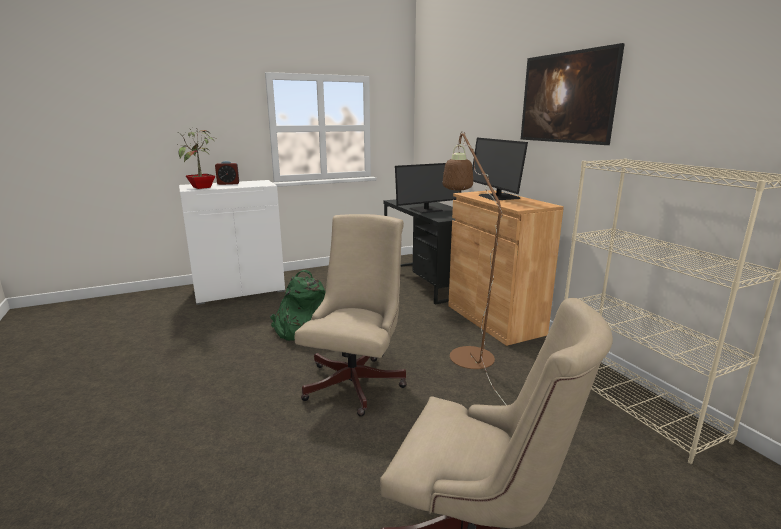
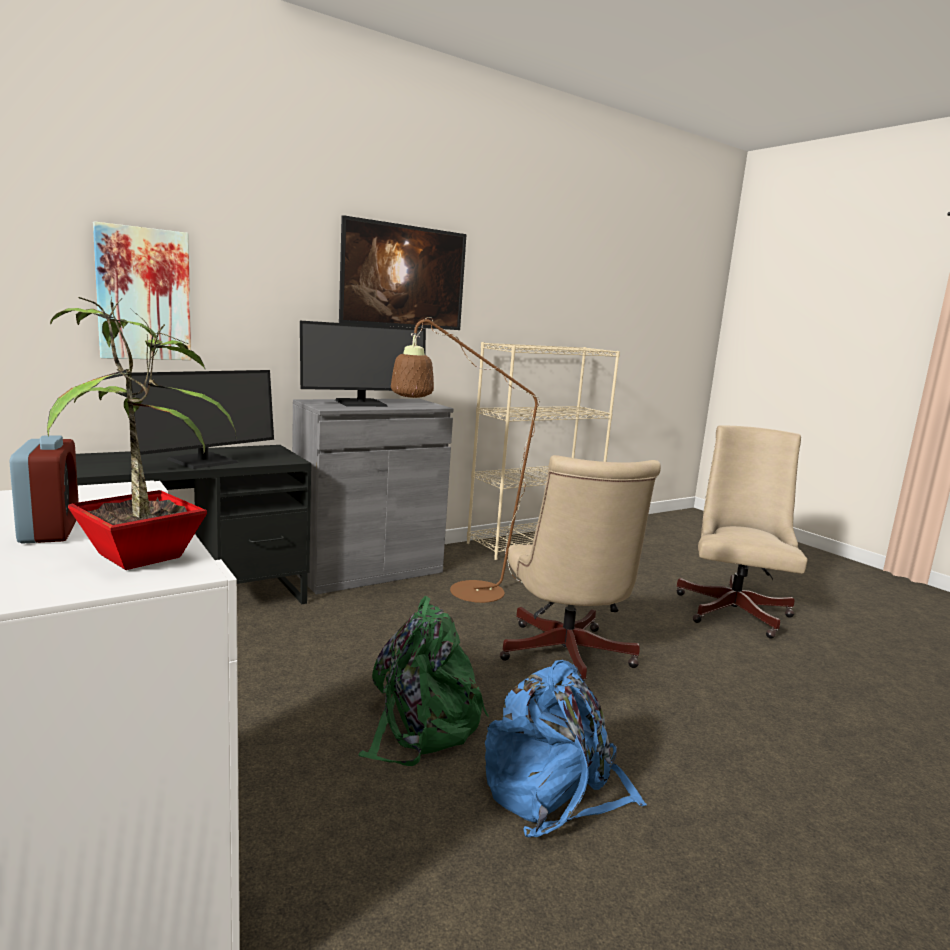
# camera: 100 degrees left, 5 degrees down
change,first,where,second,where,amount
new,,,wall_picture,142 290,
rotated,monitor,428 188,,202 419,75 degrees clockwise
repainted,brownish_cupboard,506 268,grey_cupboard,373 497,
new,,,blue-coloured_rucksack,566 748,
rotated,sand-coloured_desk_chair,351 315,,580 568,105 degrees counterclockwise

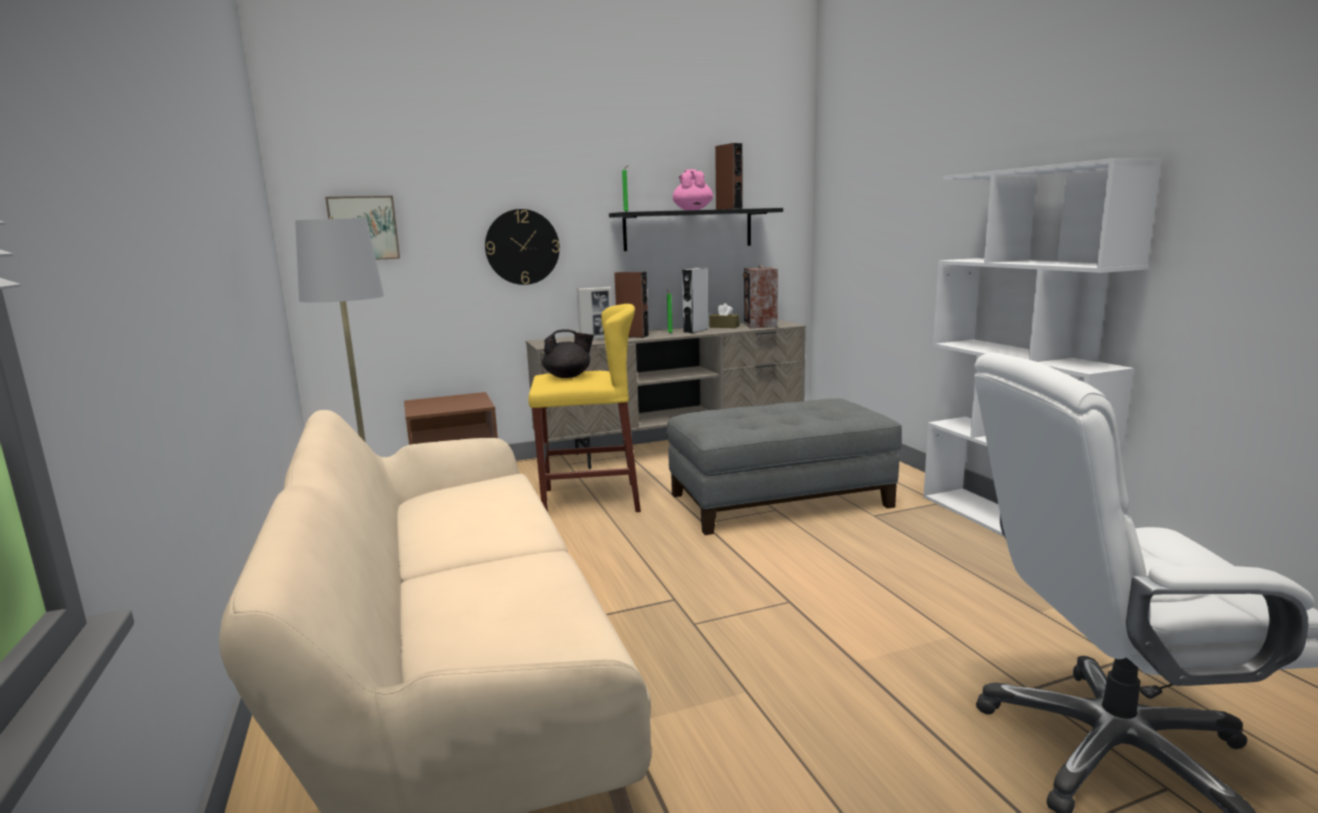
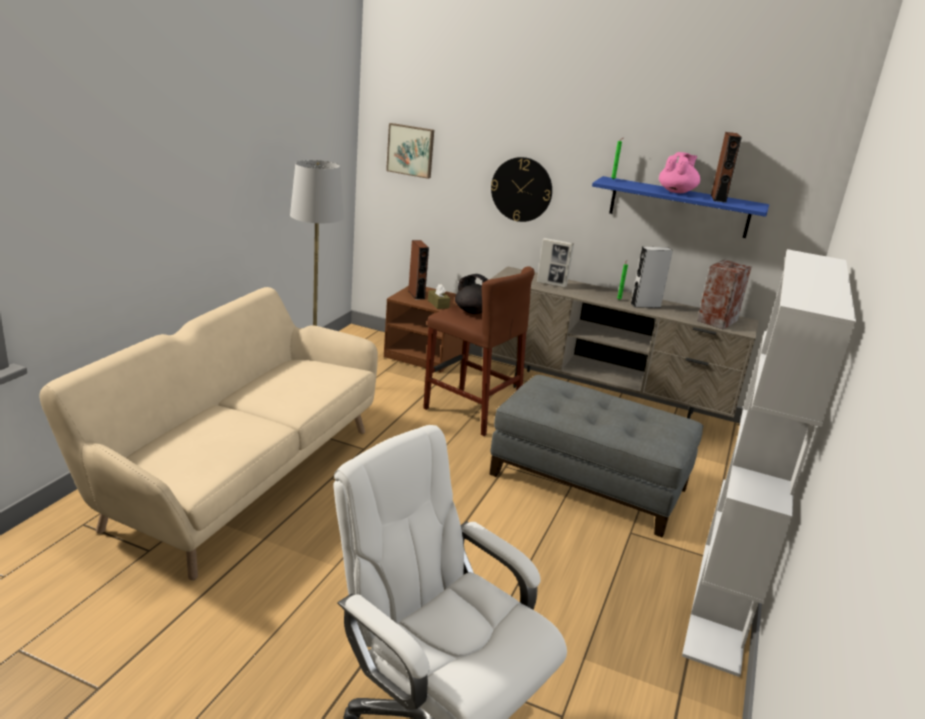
# camera: 40 degrees right, 10 degrees up
change,first,where,second,where,amount
shifted,brownish_loudspeaker,631 305,,418 270,
repainted,yellow-coloured_sitting_stool,584 408,brownish_sitting_stool,479 351,
shifted,brownish_tissue_holder,724 315,,439 296,
repainted,black-coloured_bracket_shelf,696 229,blue-coloured_bracket_shelf,680 207,

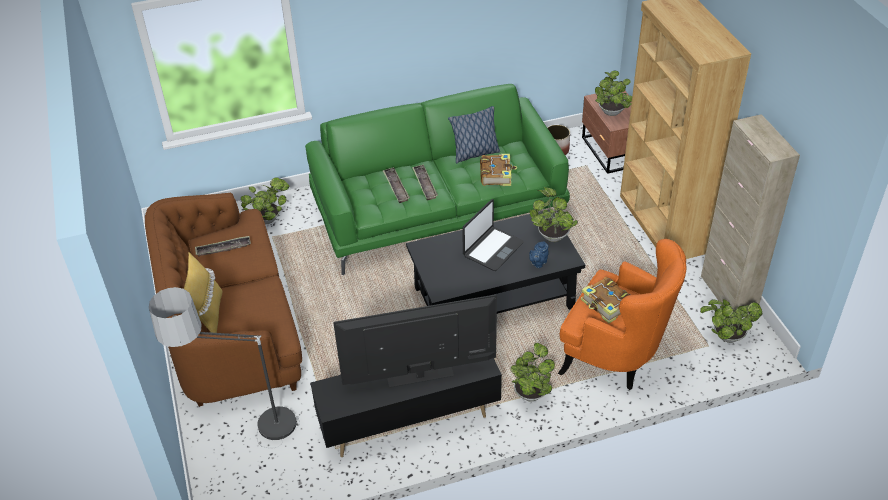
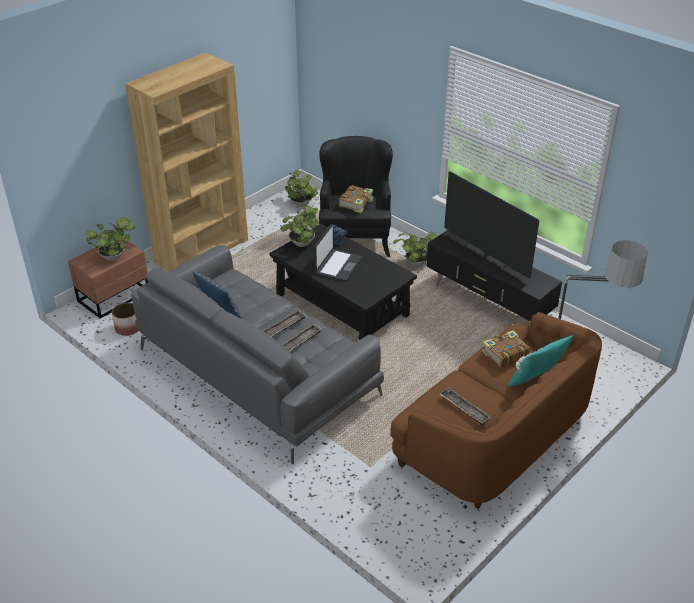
# camera: 120 degrees left, 5 degrees down
change,first,where,second,where,amount
repainted,greenish_settee,437 179,grey_settee,257 354,
rotated,portable_computer,493 235,,338 252,105 degrees clockwise
repainted,orangey_easy_chair,622 314,black-coloured_easy_chair,356 196,
shifted,bound_book,498 170,,506 348,
repainted,yellow-coloured_throw_pillow,203 292,turquoise-coloured_throw_pillow,541 361,
gone,houseplant,265 201,,,
gone,sand-coloured_cupboard,750 214,,,

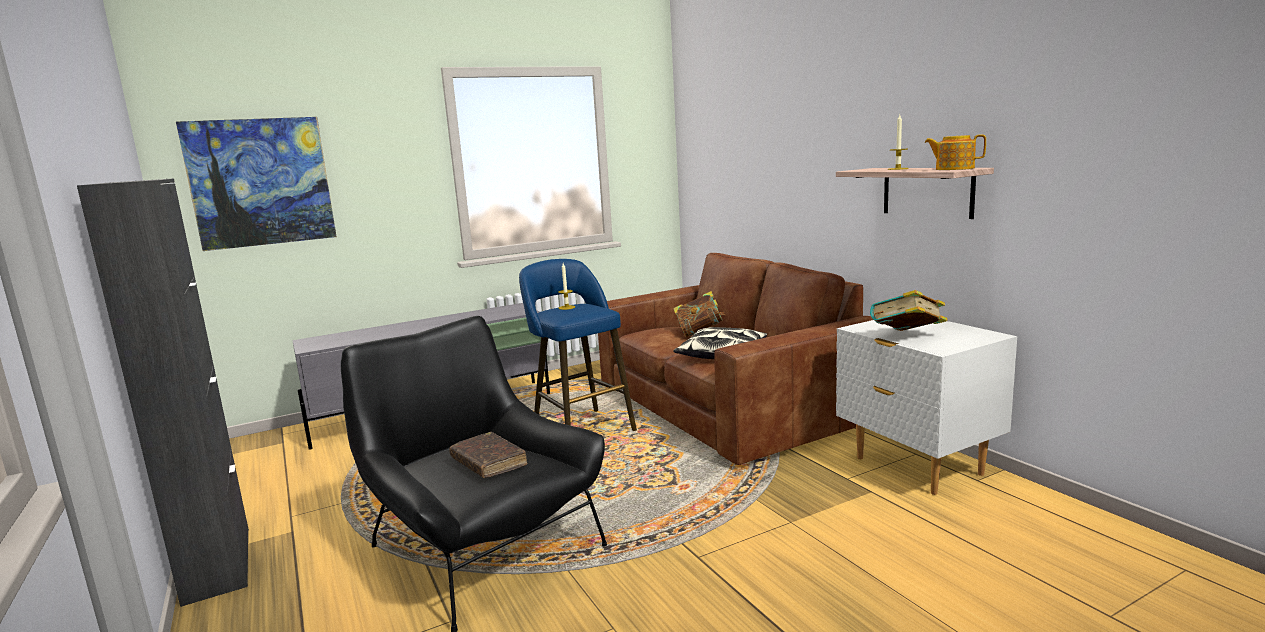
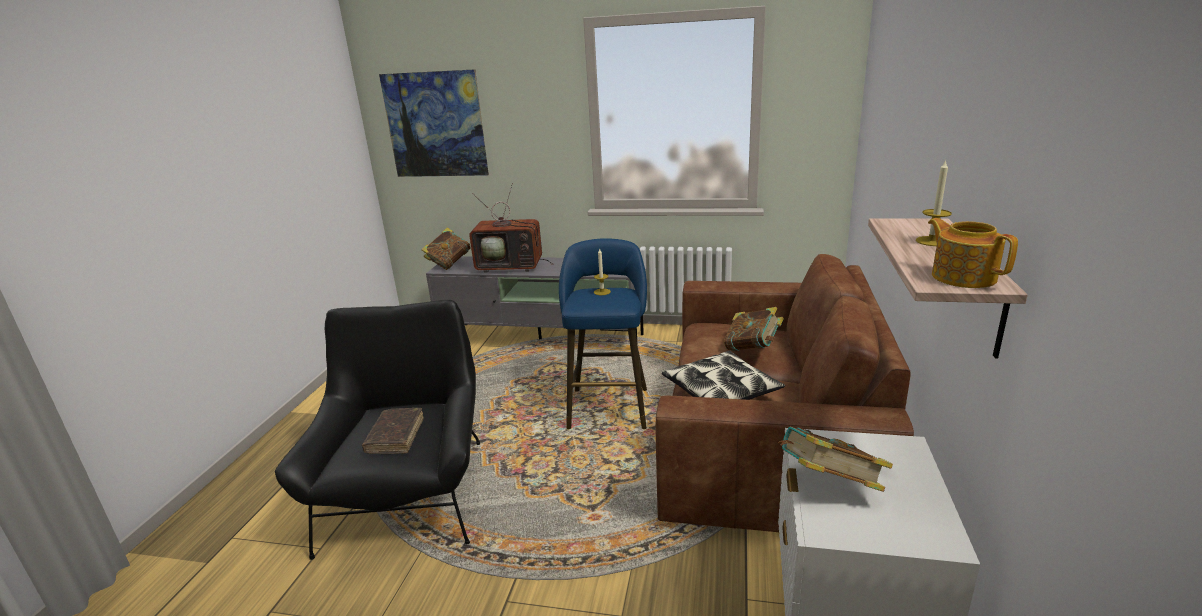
# camera: 40 degrees right, 10 degrees up
change,first,where,second,where,amount
new,,,bound_book,445 248,
new,,,TV,511 228,
gone,black-coloured_cupboard,163 392,,,

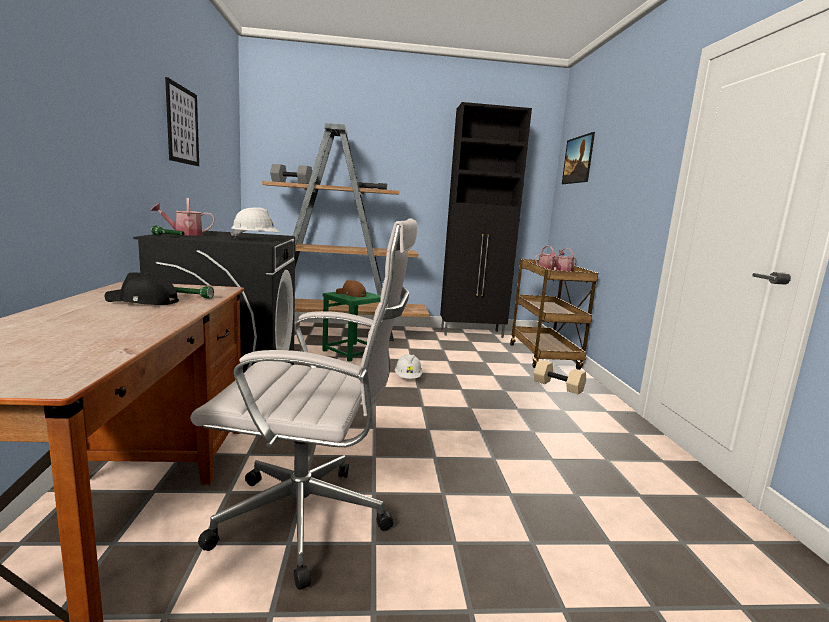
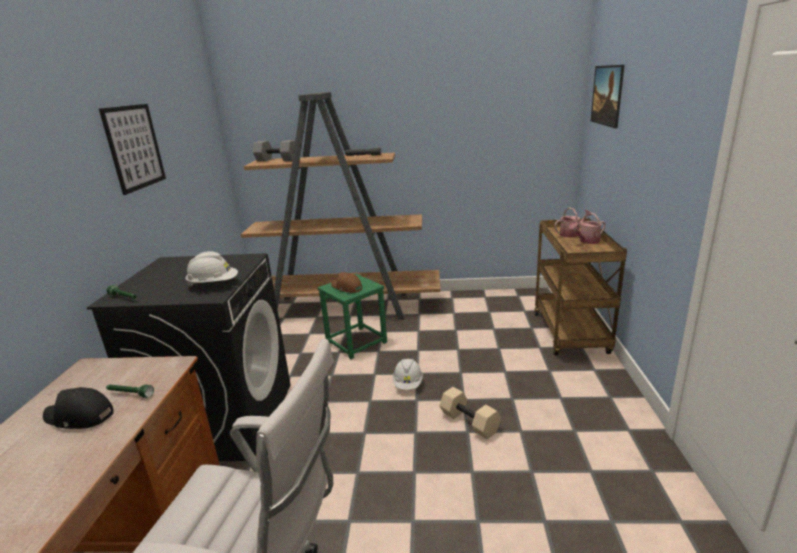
# camera: 10 degrees right, 10 degrees up
change,first,where,second,where,amount
shifted,sand-coloured_free_weight,560 377,,470 413,
gone,watering_pot,182 217,,,
gone,black-coloured_cupboard,486 220,,,

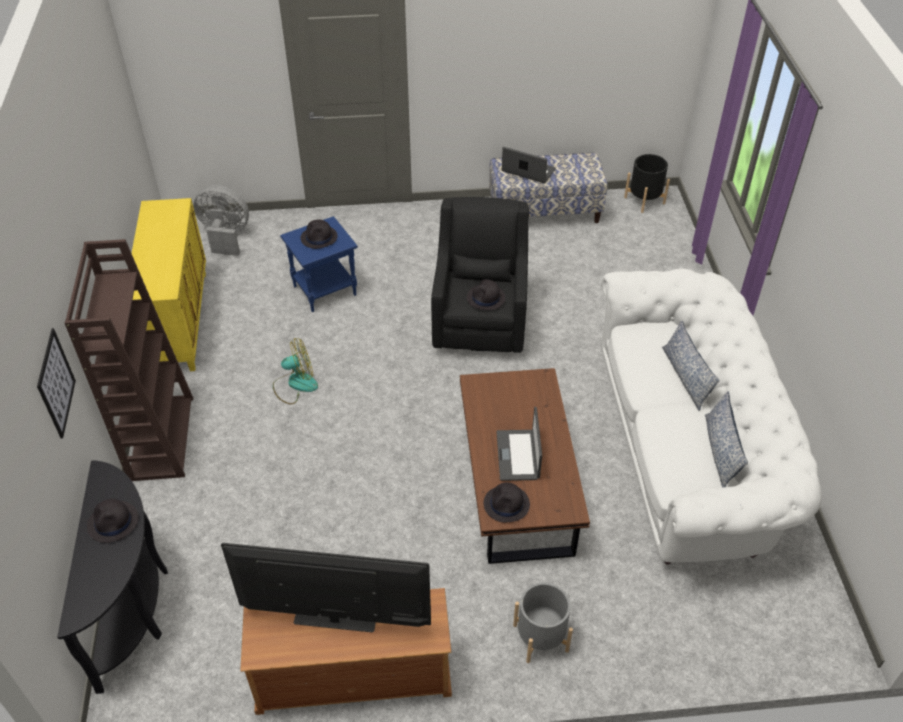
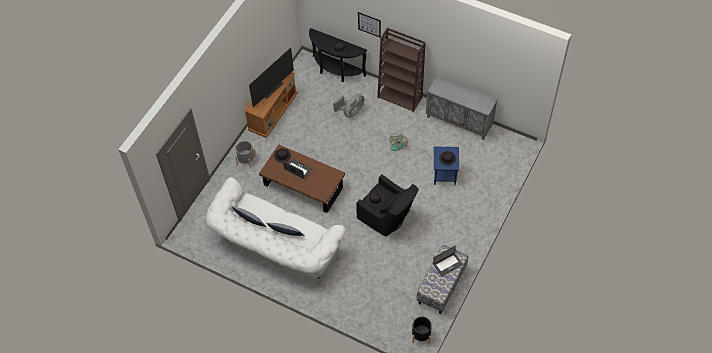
# camera: 125 degrees right, 10 degrees up
change,first,where,second,where,amount
shifted,grey_cooling_fan,221 220,,348 106,
repainted,yellow-coloured_cupboard,168 284,grey_cupboard,461 108,

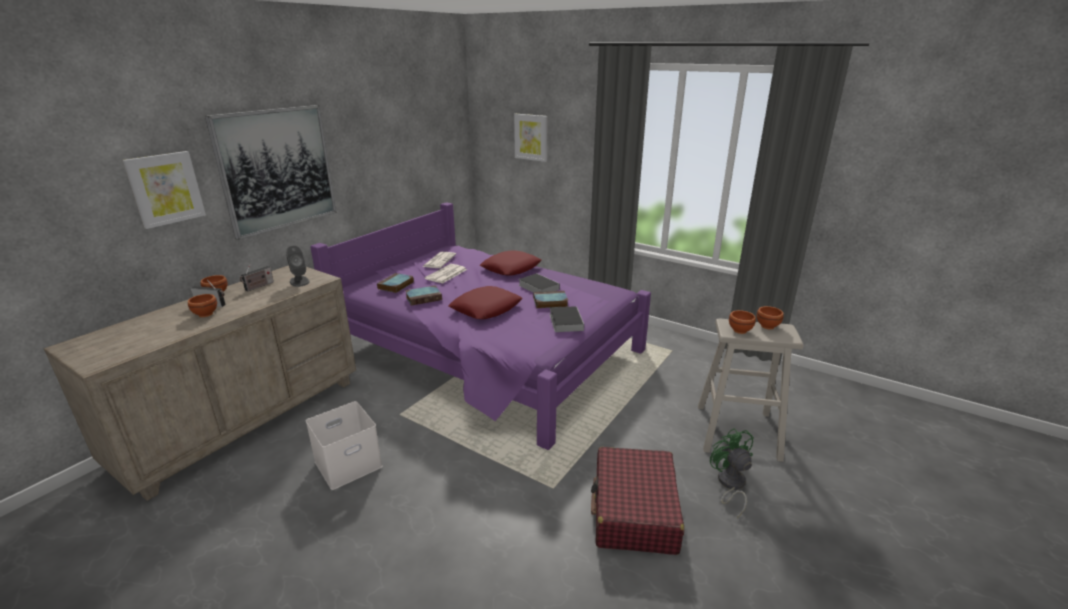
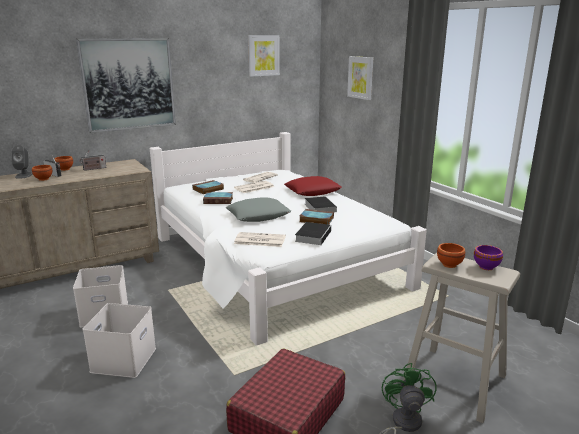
# camera: 25 degrees right, 5 degrees down
change,first,where,second,where,amount
shifted,grey_loudspeaker,298 266,,22 161,
new,,,white_storage_box,119 340,
repainted,purple_bed,480 326,white_bed,288 238,
repainted,reddish_throw_pillow,485 302,grey_throw_pillow,258 209,
new,,,printed_paper,260 239,
shifted,wall_picture,164 190,,264 56,
repainted,brownish_bowl,770 317,purple_bowl,488 257,

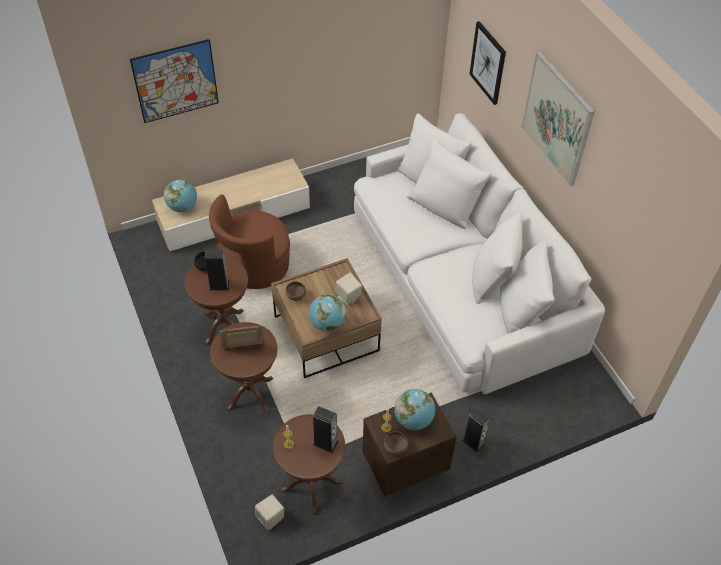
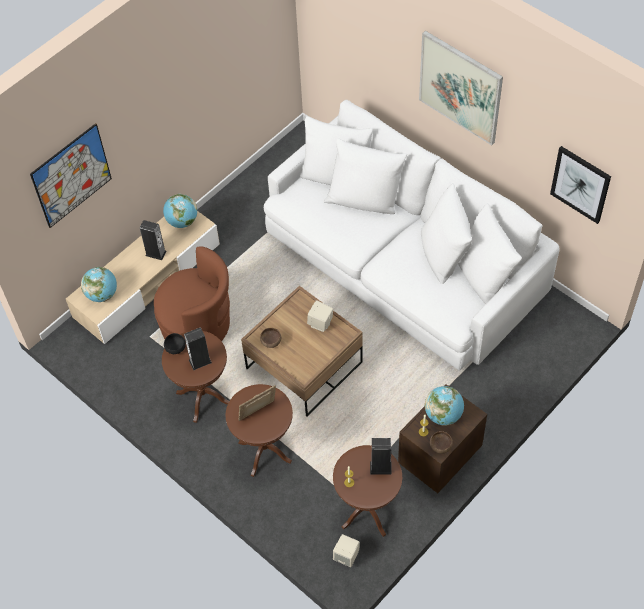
# camera: 20 degrees left, 5 degrees up
change,first,where,second,where,amount
shifted,loudspeaker,476 430,,153 240,
rotated,brownish_easy_chair,249 241,,192 293,105 degrees counterclockwise
shifted,globe,327 313,,180 211,
shifted,wall_picture,488 63,,580 185,

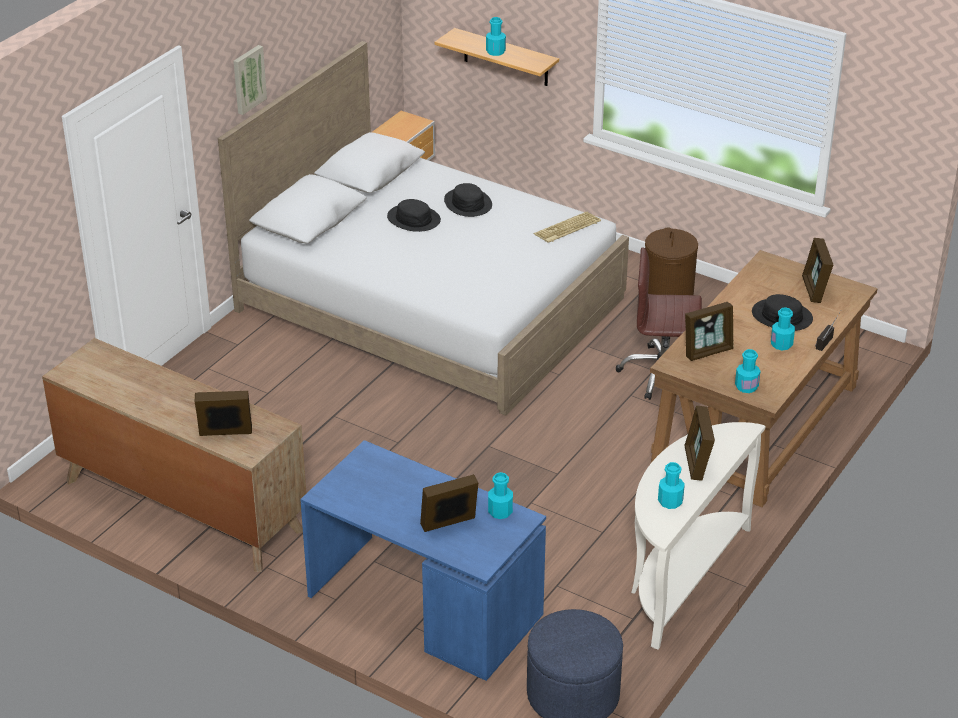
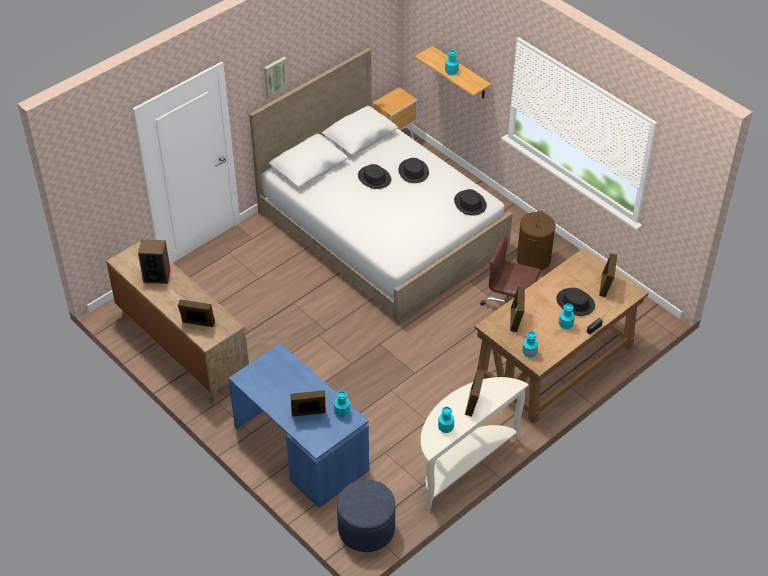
# camera: 15 degrees right, 10 degrees up
change,first,where,second,where,amount
new,,,loudspeaker,154 262,
swapped,computer_keyboard,567 227,black-coloured_hat,470 202,
rotated,standing_frame,709 331,,517 309,105 degrees clockwise

